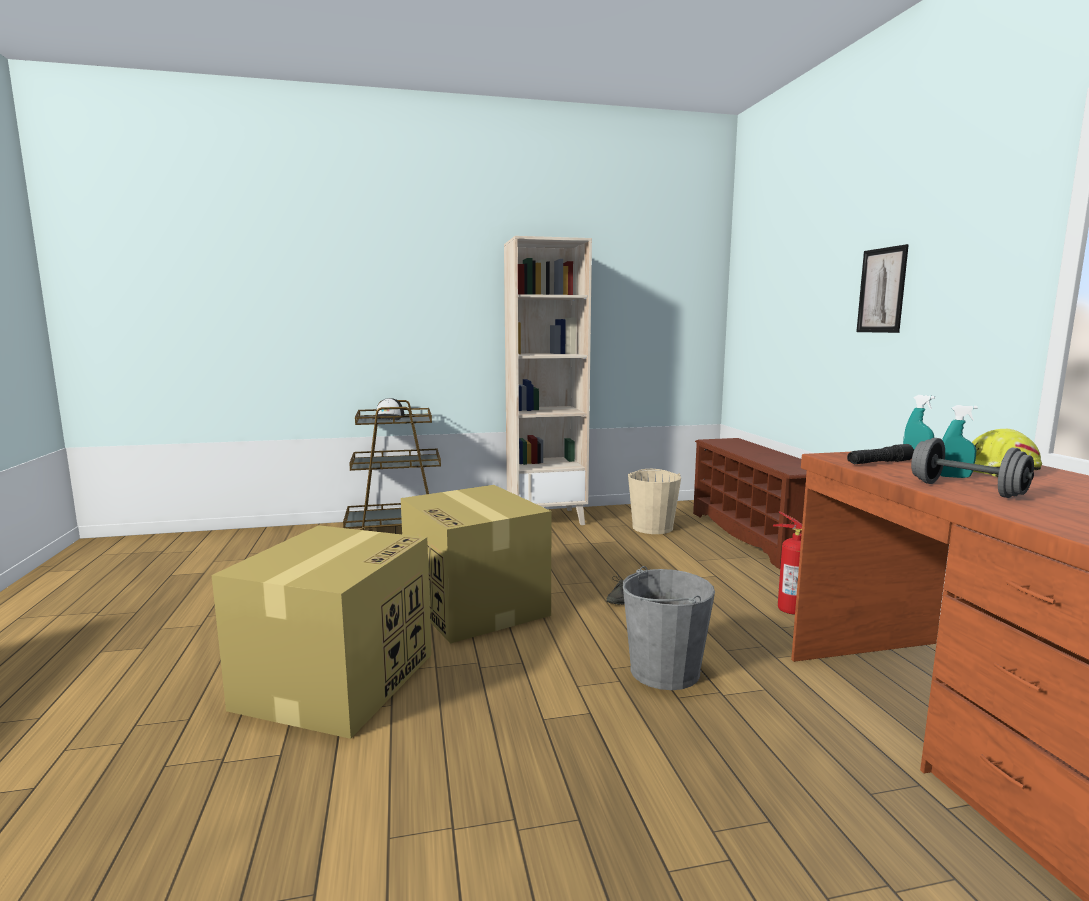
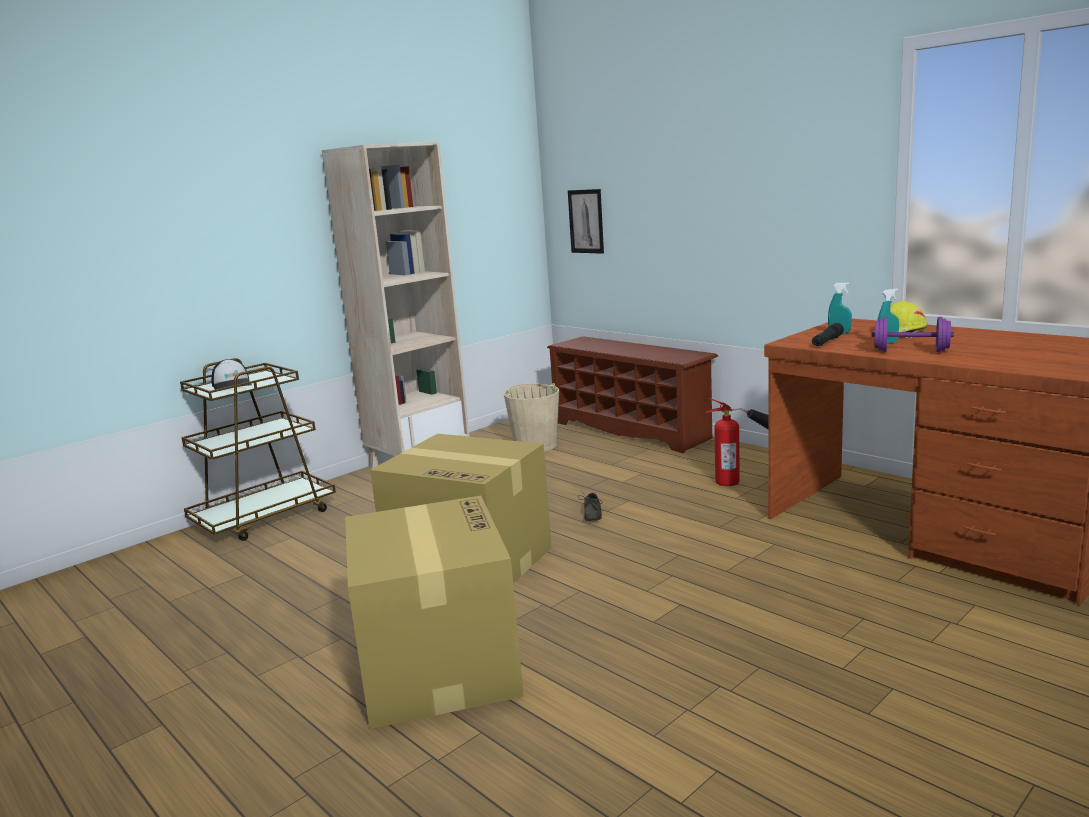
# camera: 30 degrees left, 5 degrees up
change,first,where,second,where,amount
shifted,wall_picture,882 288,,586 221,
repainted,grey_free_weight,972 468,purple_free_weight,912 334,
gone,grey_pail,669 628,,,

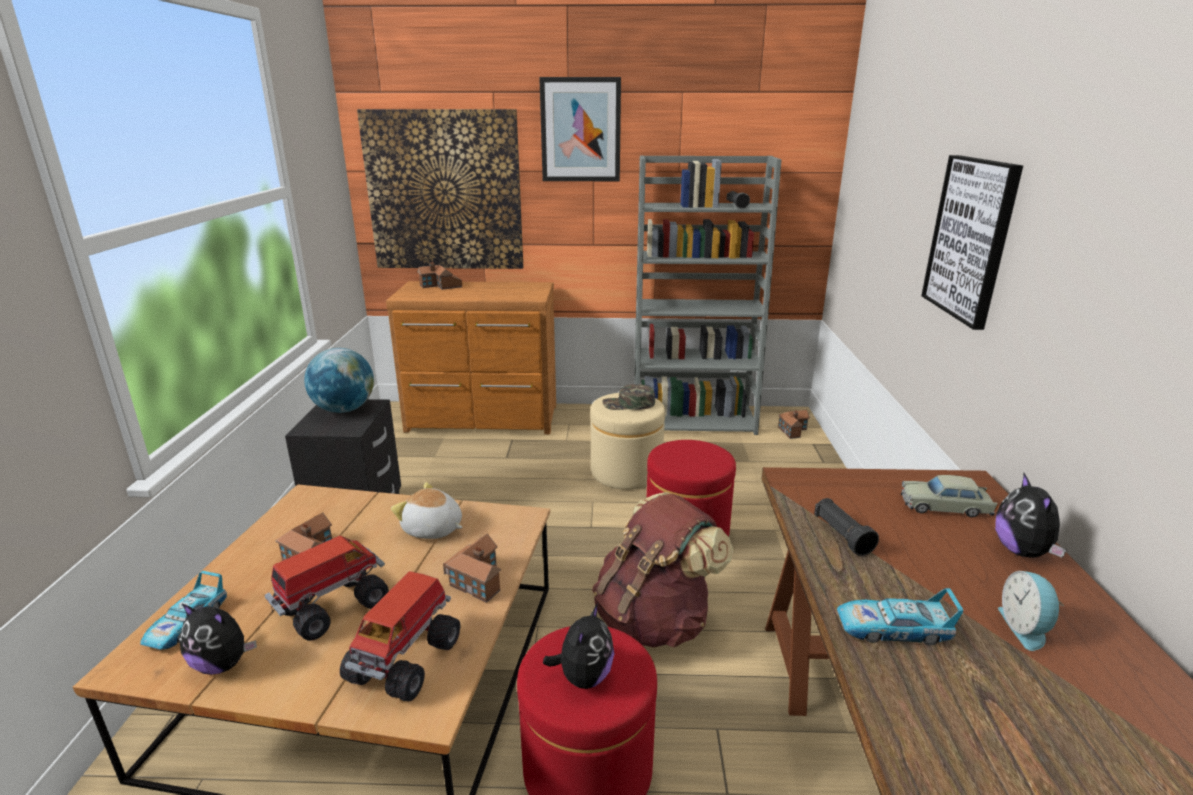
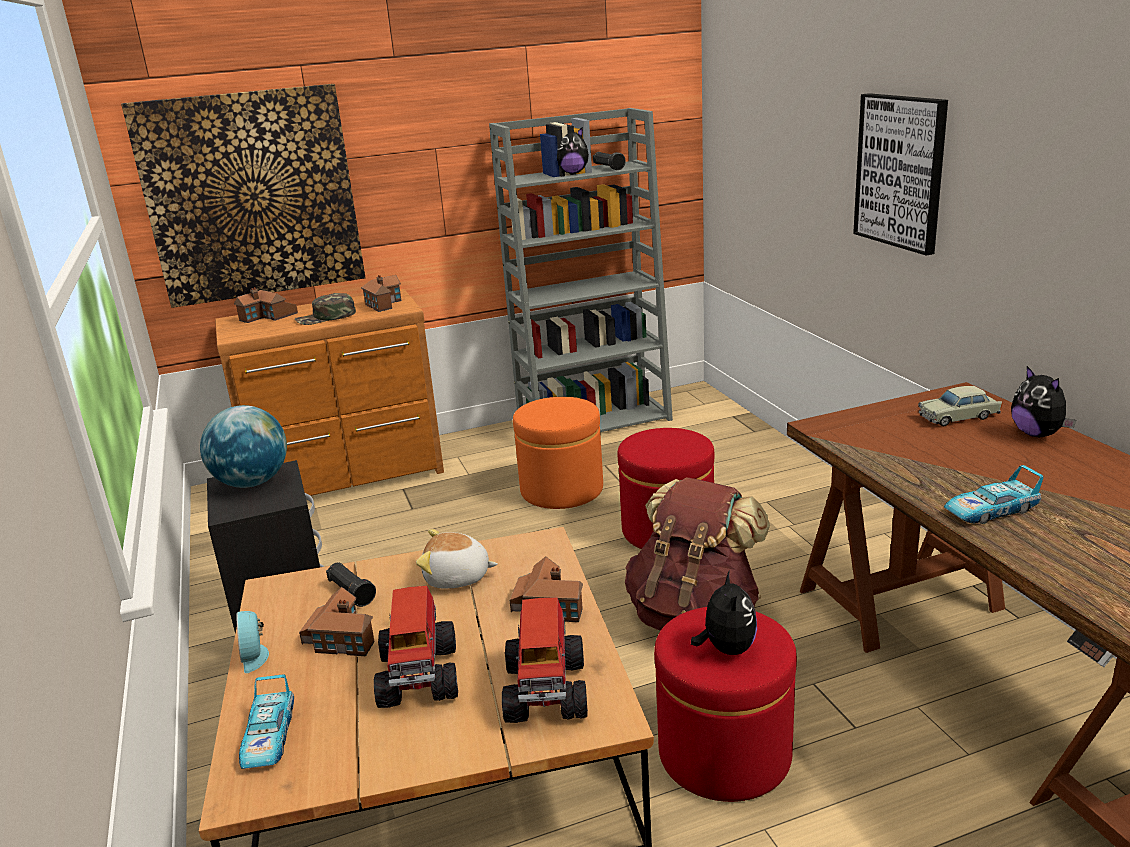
# camera: 20 degrees left, 0 degrees up
change,first,where,second,where,amount
shifted,table_clock,1031 611,,252 642,
shifted,greenish_baseball_cap,629 397,,325 309,
shifted,black-coloured_torch,846 527,,351 585,
shifted,model_house,794 424,,381 293,
rotated,toy_truck,327 588,,416 647,150 degrees clockwise
repainted,sand-coloured_ottoman,627 441,orangey_ottoman,558 453,
shifted,plush_toy,218 639,,573 150,
gone,wall_picture,580 129,,,

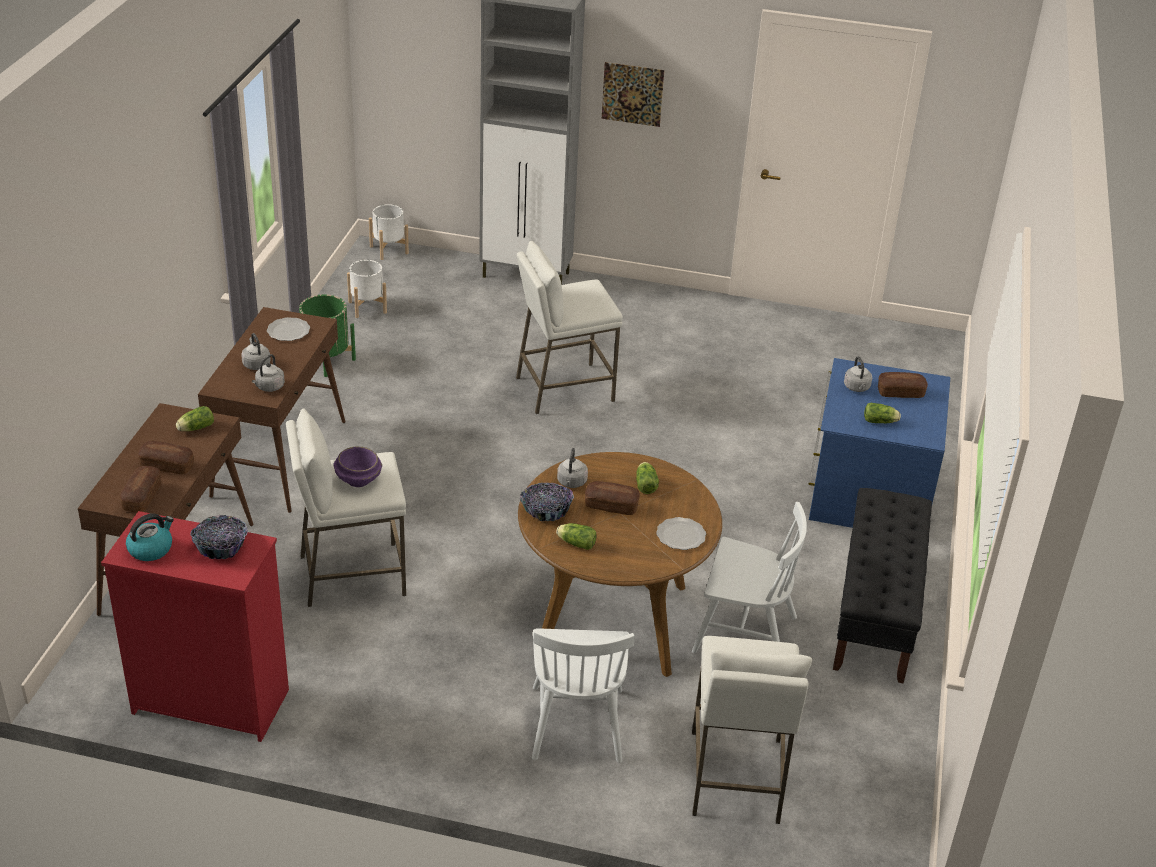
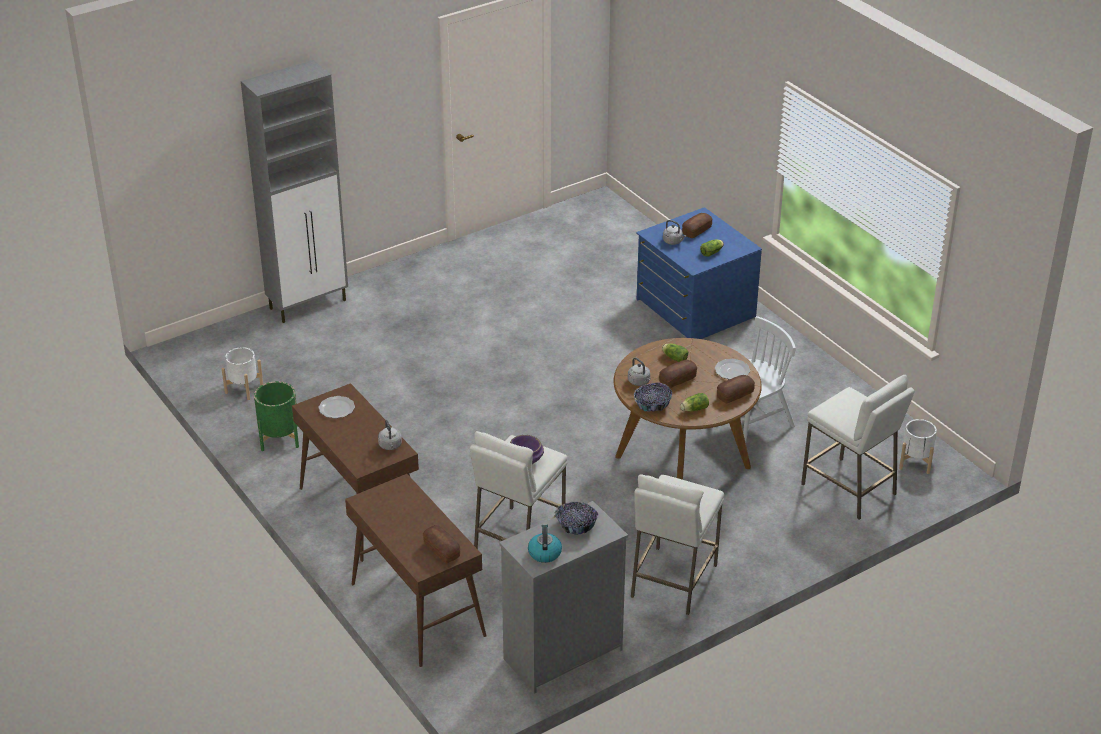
# camera: 45 degrees left, 0 degrees up
change,first,where,second,where,amount
repainted,reddish_dresser,195 626,grey_dresser,563 597,
shifted,white_sitting_stool,569 327,,677 544,
shifted,bakery_bread,166 457,,736 389,
shifted,white_planter,389 232,,918 446,
gone,lettuce_head,195 418,,,
gone,grey_kettle,256 351,,,
gone,white_chair,583 695,,,
gone,wall_picture,633 94,,,
gone,black-coloured_bench,882 586,,,

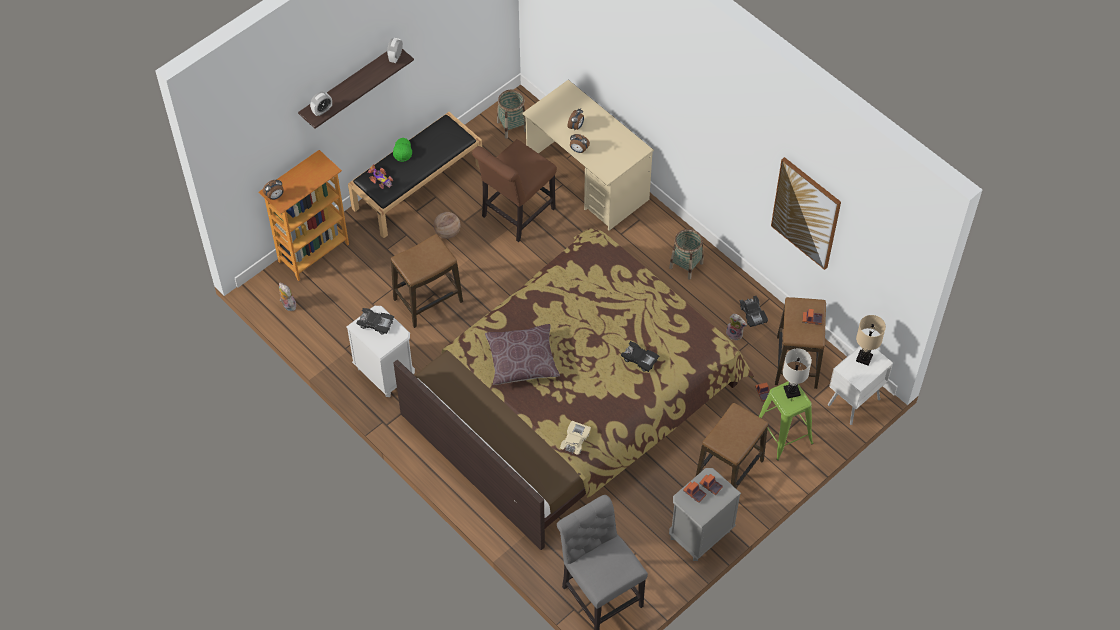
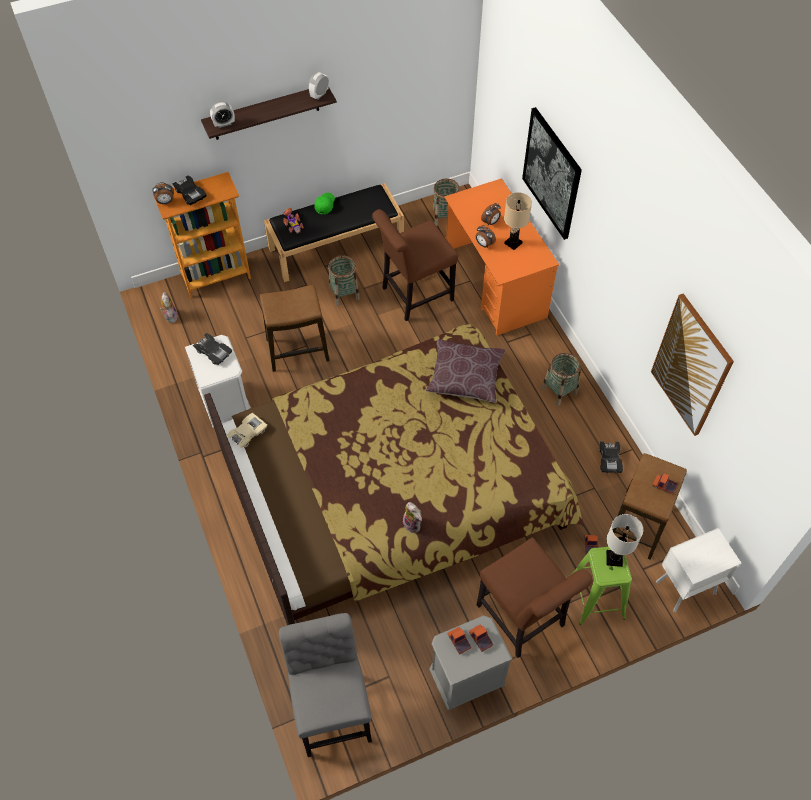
# camera: 20 degrees right, 0 degrees up
change,first,where,second,where,amount
shifted,black-coloured_model_car,640 356,,190 190,
shifted,sand-coloured_model_car,575 438,,247 430,
swapped,ball_for_basketball,447 225,basket,344 280,
shifted,plush_toy,736 327,,412 517,
shifted,brownish_throw_pillow,522 354,,465 370,
repainted,sand-coloured_desk,588 155,orangey_desk,502 257,
swapped,sitting_stool,732 445,brownish_chair,535 597,
shifted,sand-coloured_tabletop_lamp,871 340,,518 221,
new,,,wall_picture,552 173,

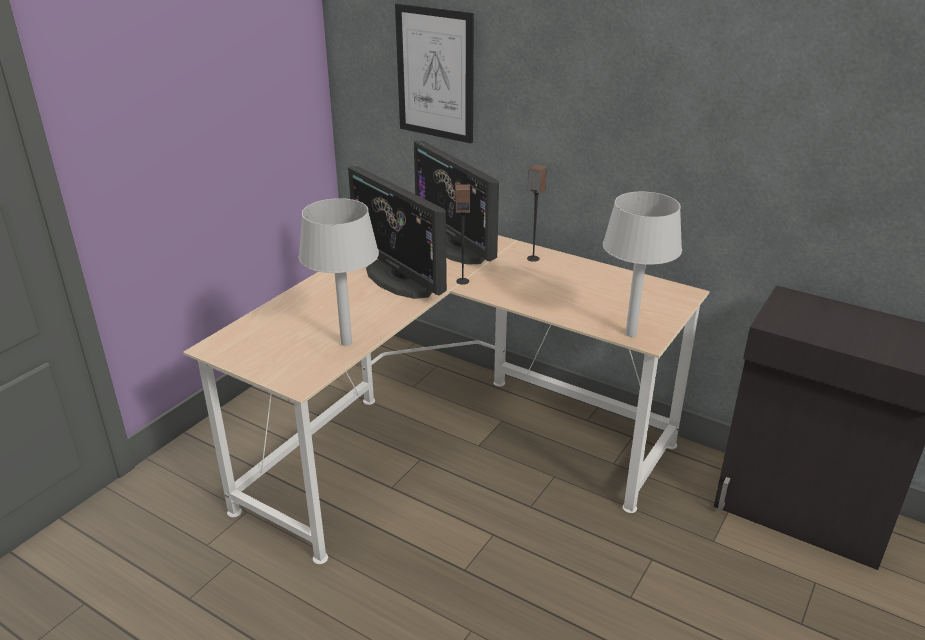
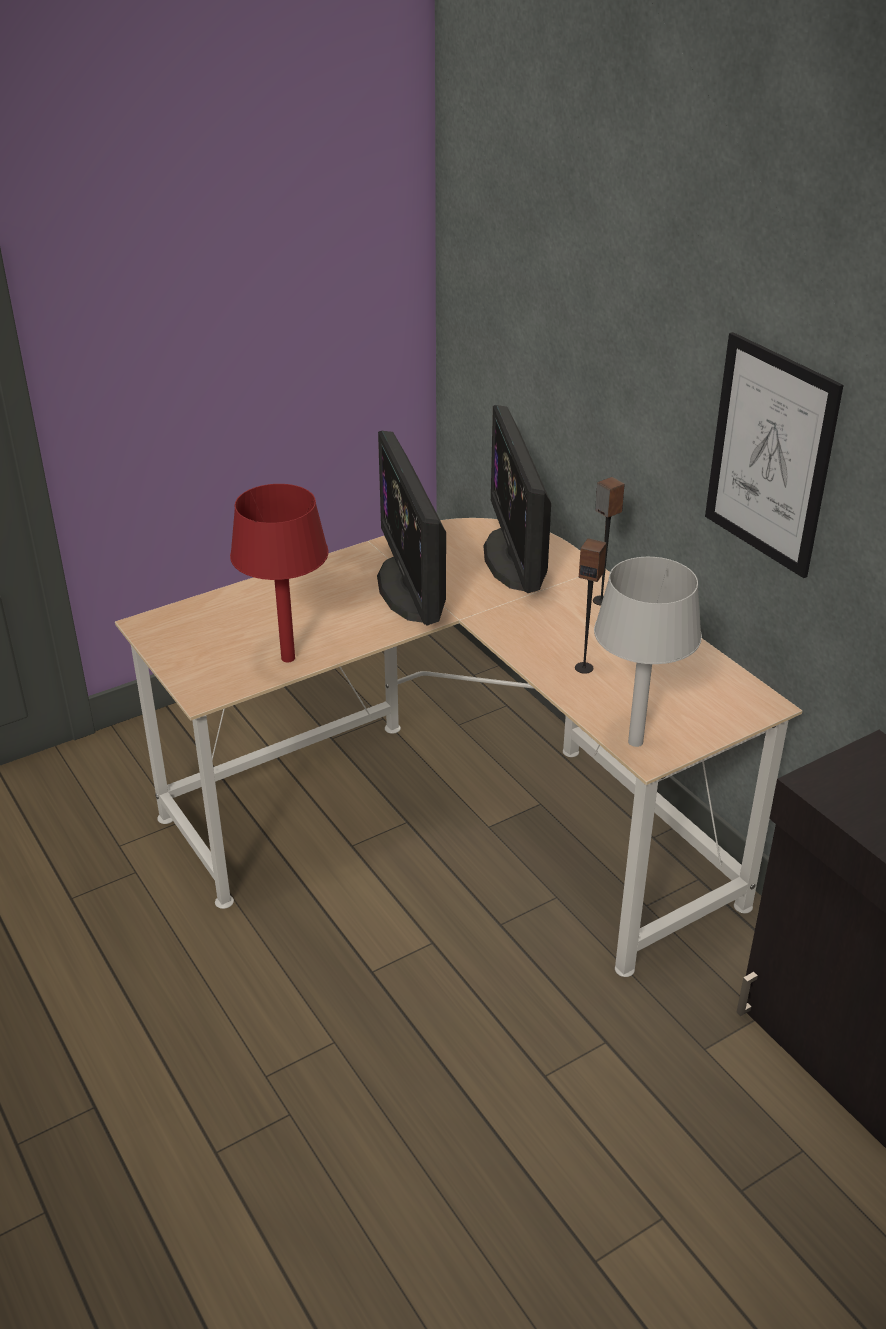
# camera: 25 degrees right, 5 degrees up
change,first,where,second,where,amount
repainted,grey_tabletop_lamp,339 272,reddish_tabletop_lamp,279 573,
shifted,loudspeaker,463 234,,591 606,
shifted,wall_picture,434 74,,774 455,

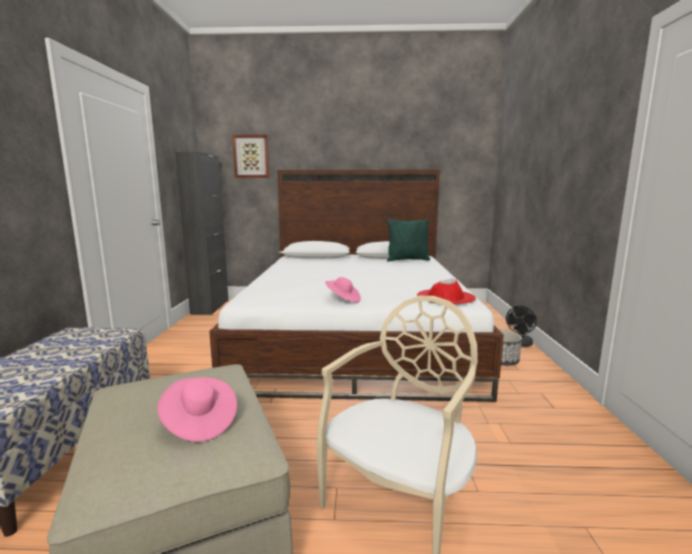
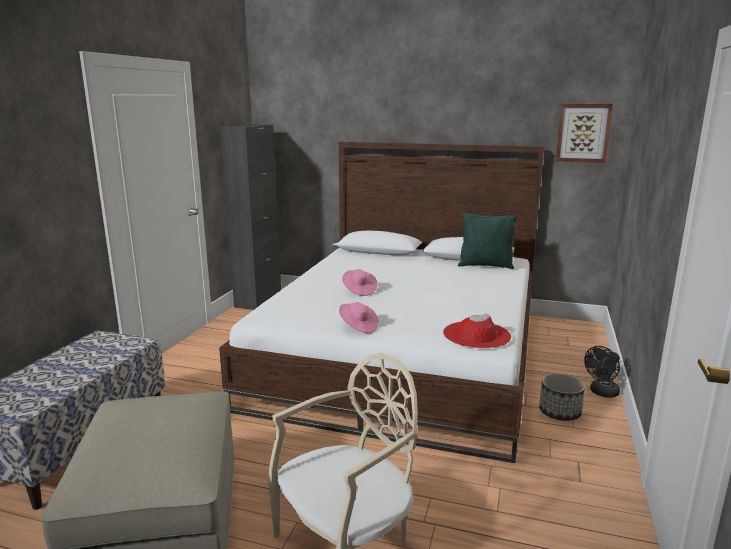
# camera: 15 degrees right, 5 degrees up
change,first,where,second,where,amount
shifted,pinkish_hat,197 409,,359 282,
shifted,wall_picture,250 156,,584 133,

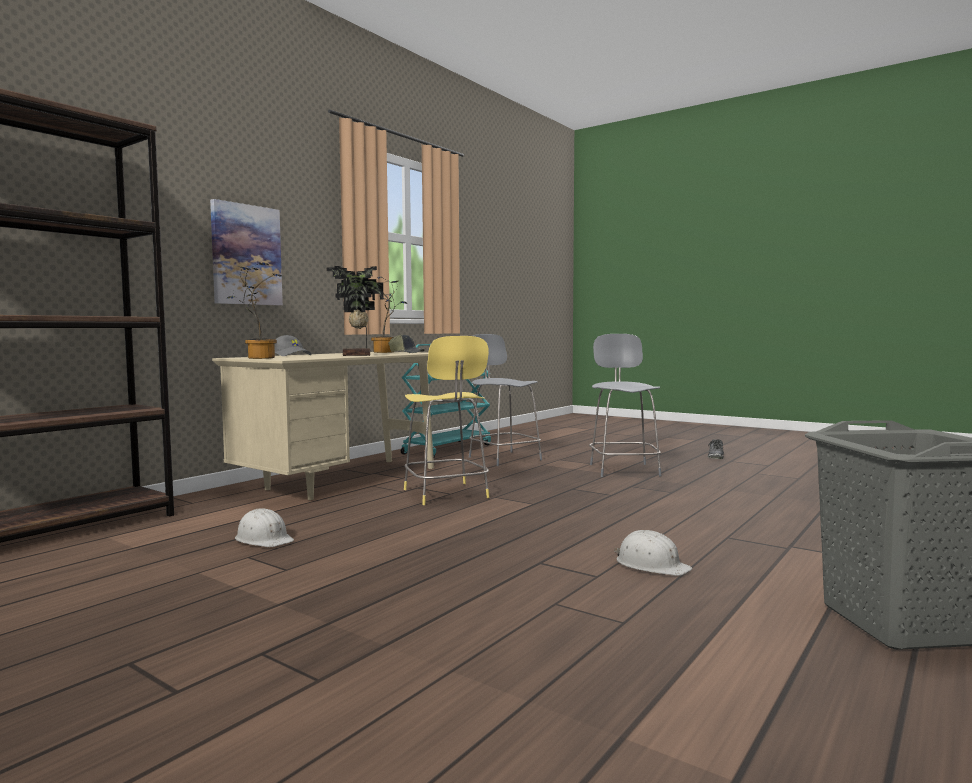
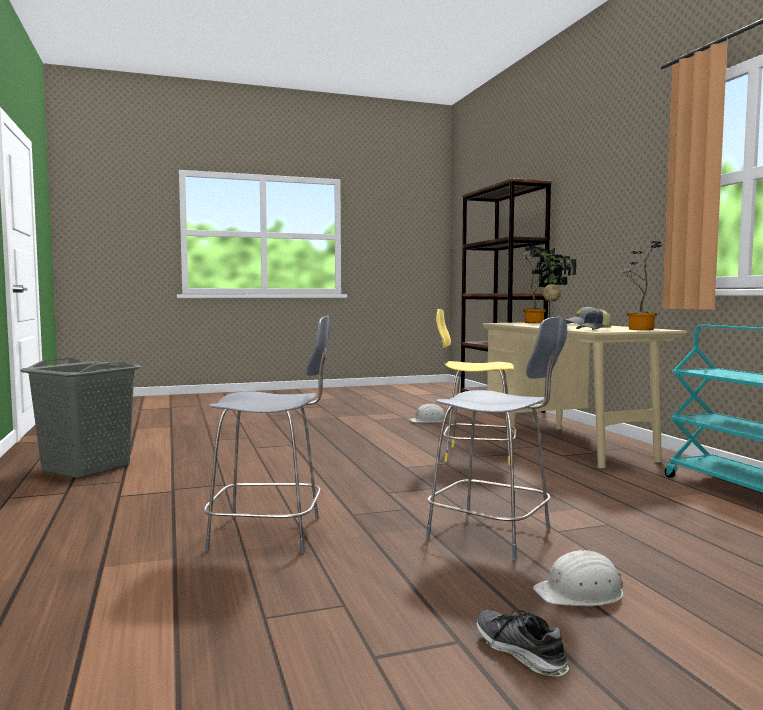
# camera: 125 degrees right, 0 degrees up
change,first,where,second,where,amount
shifted,grey_sitting_stool,505 400,,266 434,
shifted,white_safety_helmet,653 553,,578 578,
gone,wall_picture,246 252,,,

